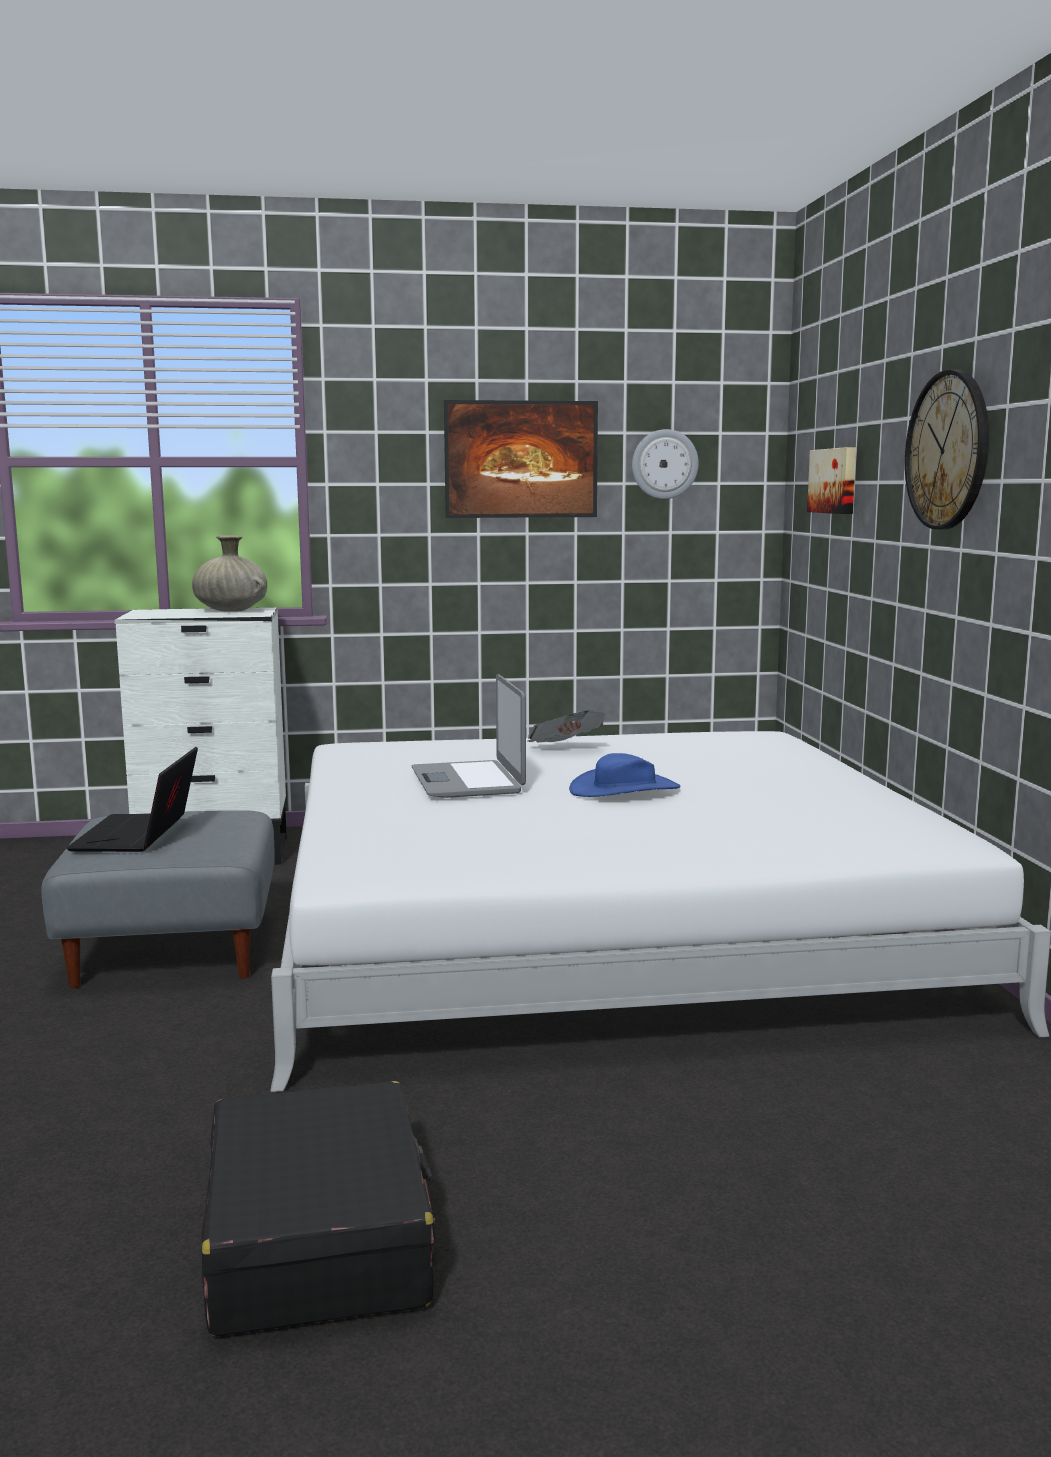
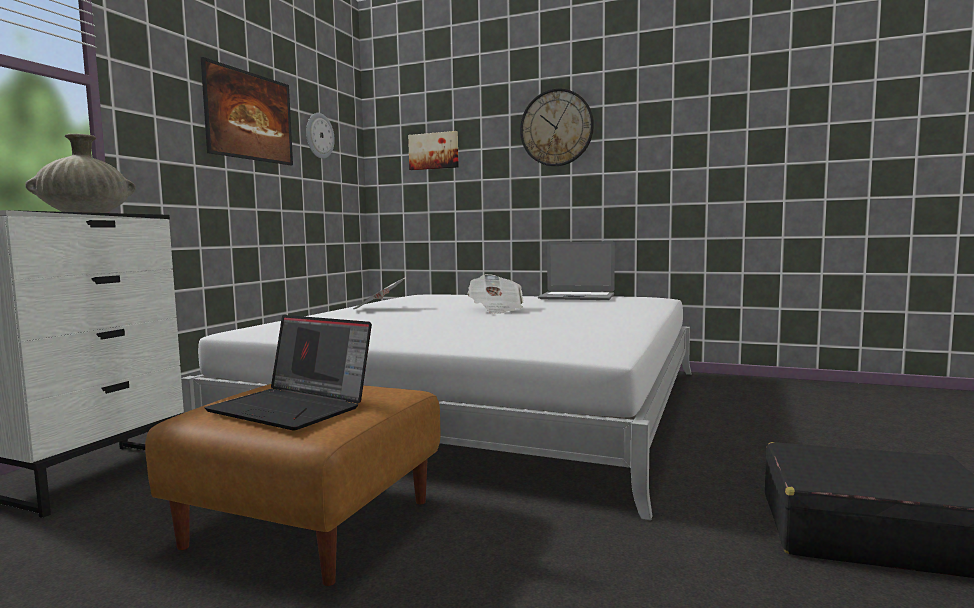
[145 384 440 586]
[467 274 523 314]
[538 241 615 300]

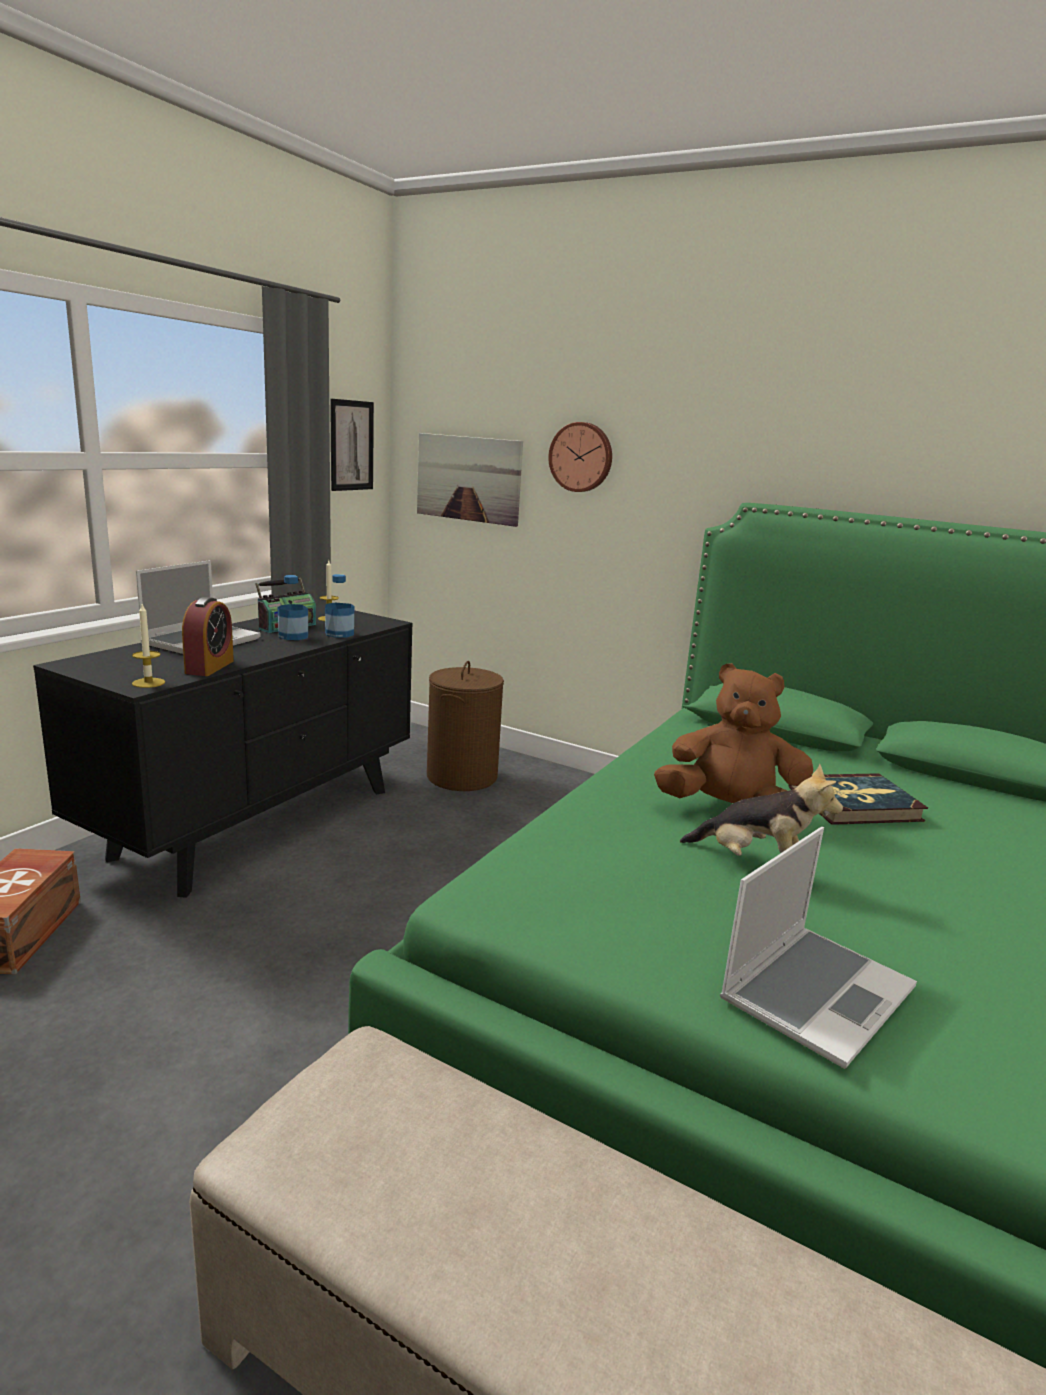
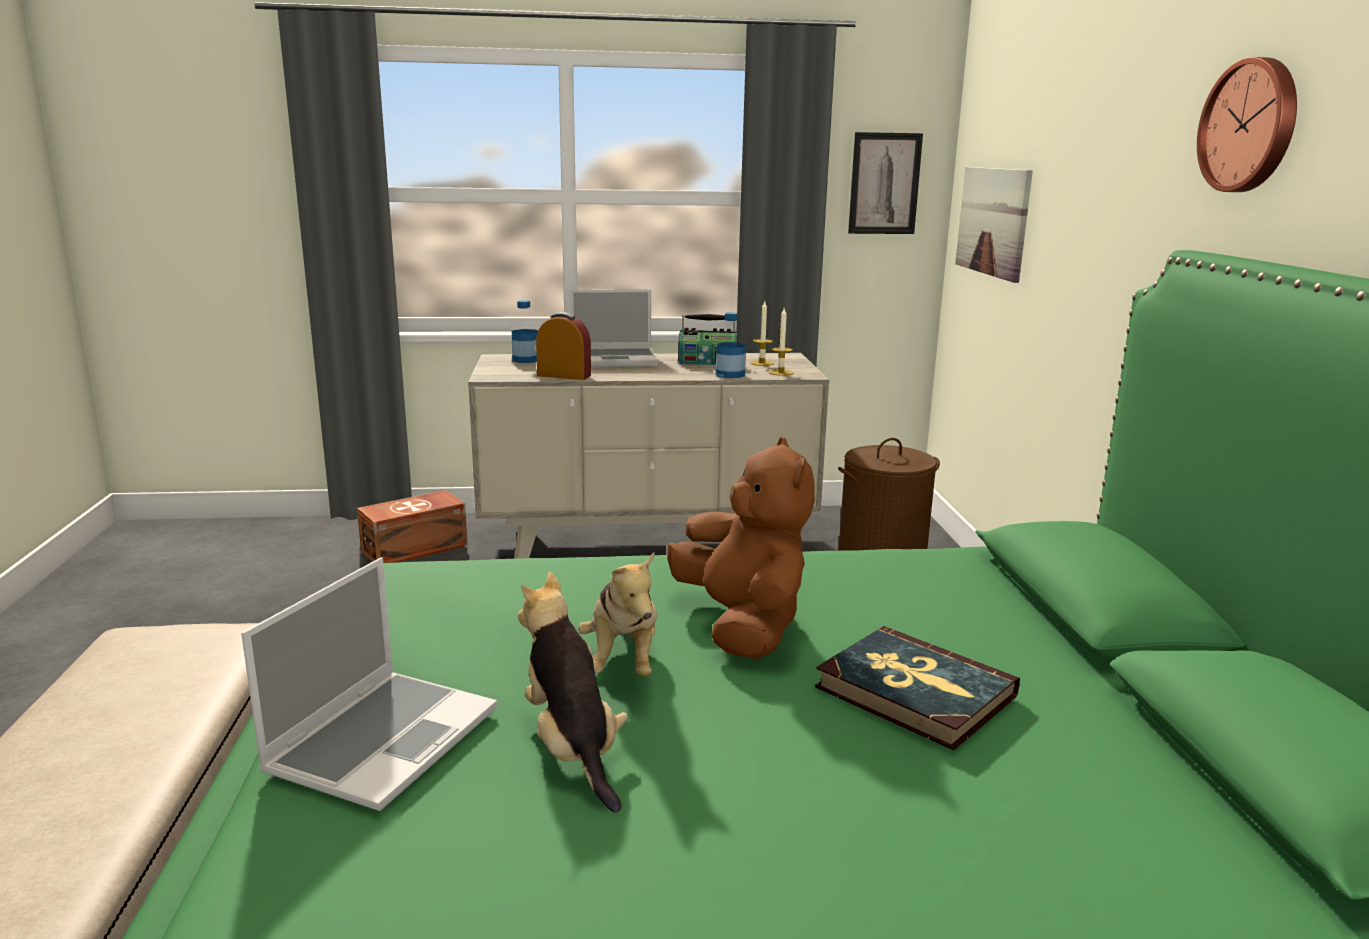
[241 557 497 811]
[468 353 830 559]
[512 300 538 363]
[518 572 628 813]
[536 312 591 380]
[769 308 793 376]
[1197 57 1297 192]

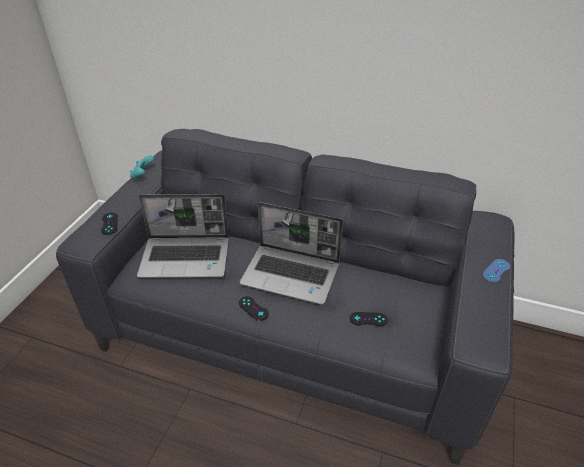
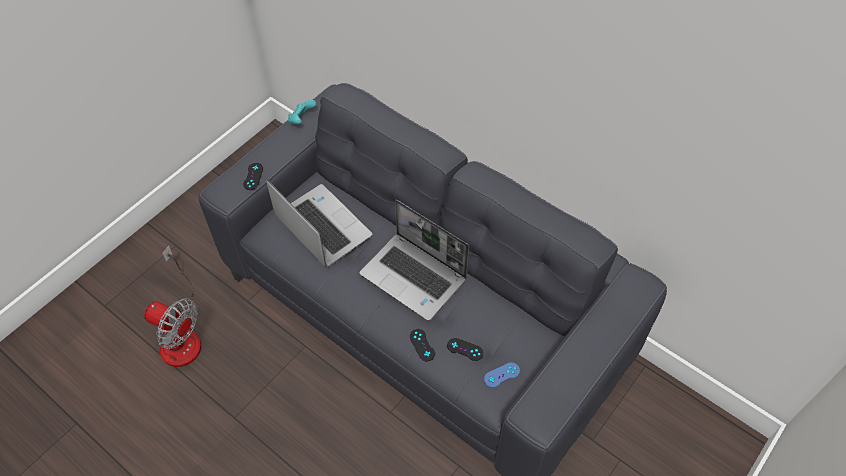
[144 246 201 367]
[266 179 372 268]
[410 329 435 361]
[484 362 520 388]

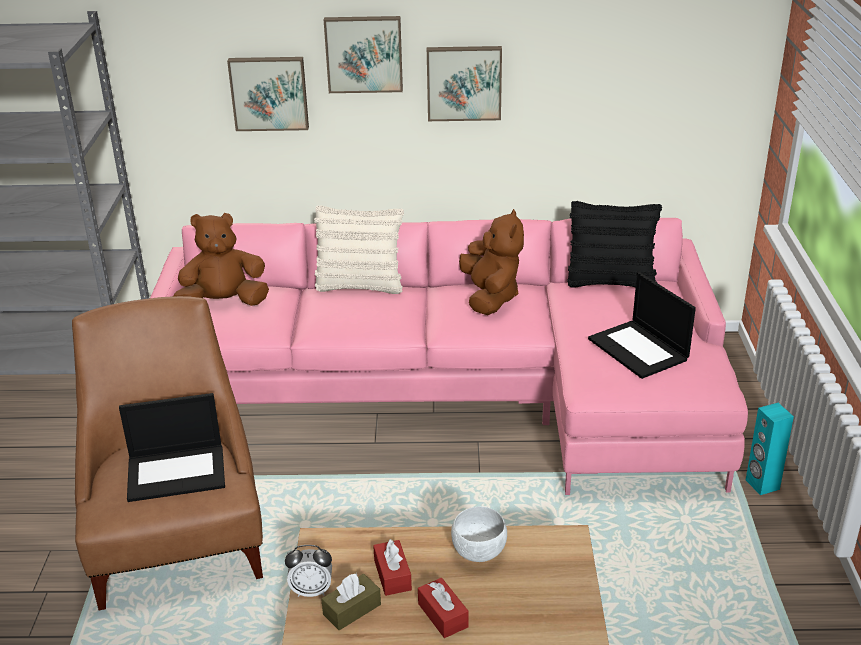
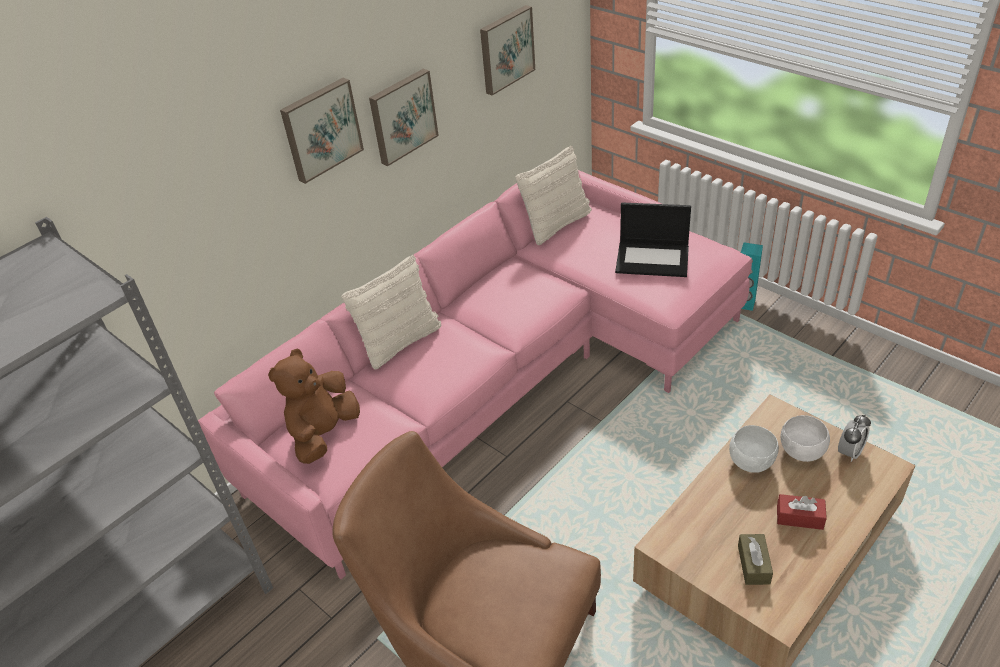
[480 5 535 96]
[515 146 592 245]
[780 415 830 462]
[838 414 871 462]
[119 393 225 502] (first image)
[373 539 412 596] (first image)
[459 209 524 315] (first image)

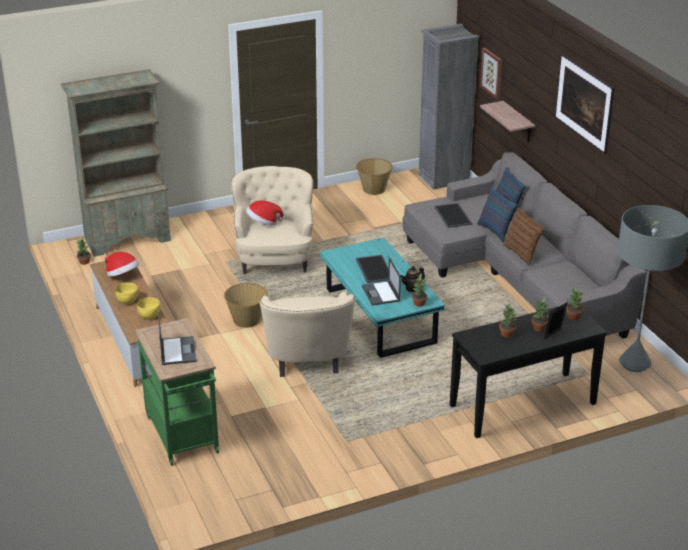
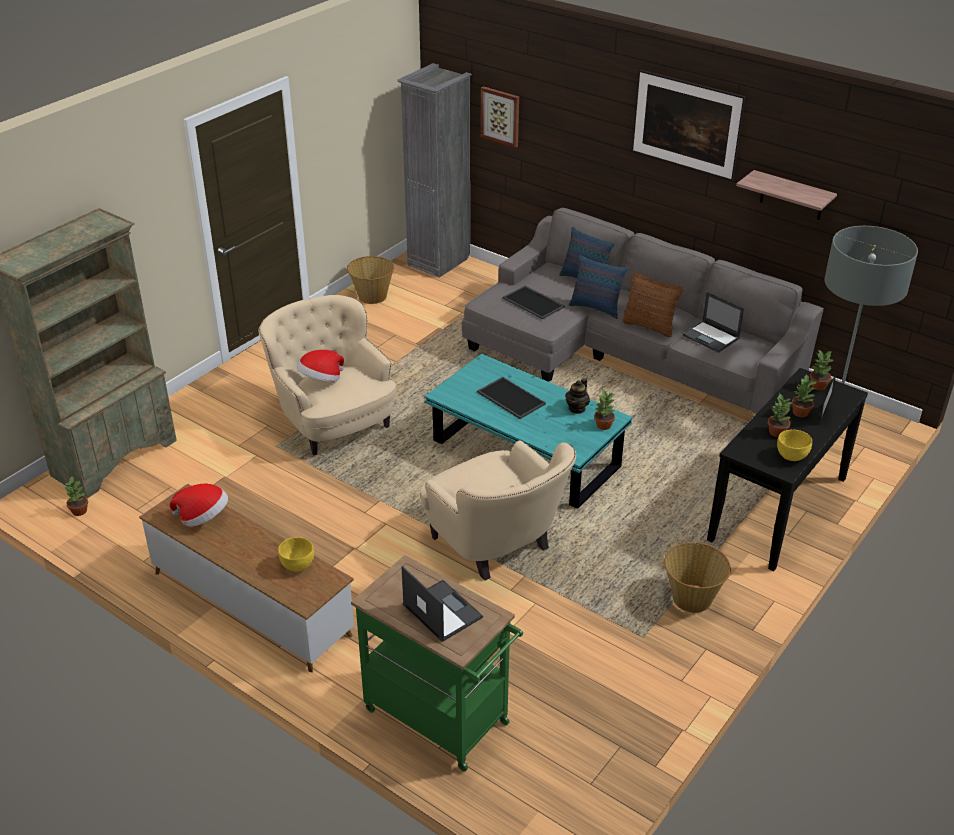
[664 542 731 613]
[682 292 744 353]
[736 170 837 220]
[777 430 812 461]

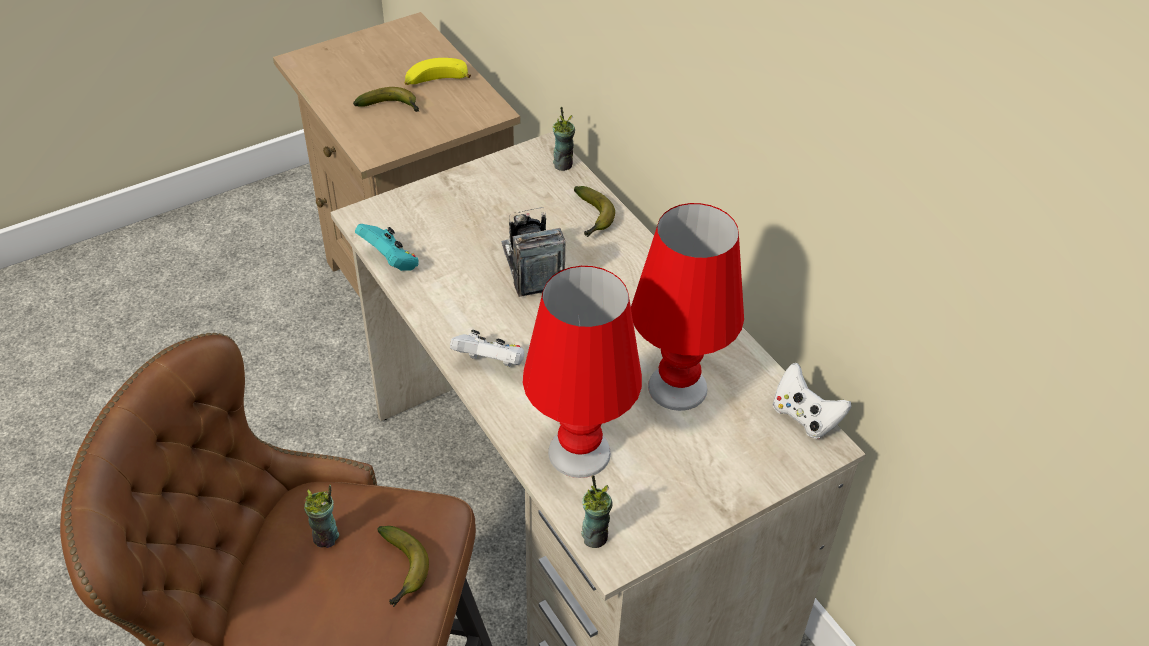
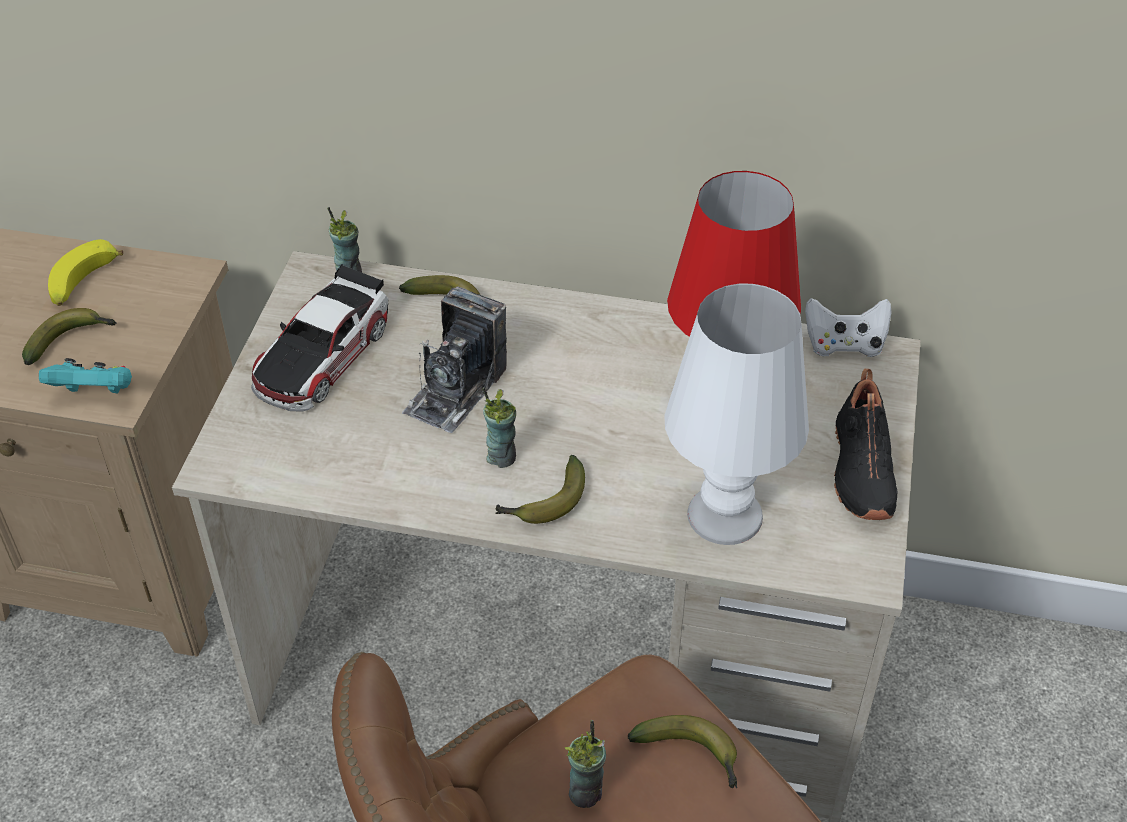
[39 358 132 393]
[251 265 389 412]
[402 286 507 433]
[482 387 516 468]
[495 455 585 524]
[664 284 809 545]
[834 369 898 520]

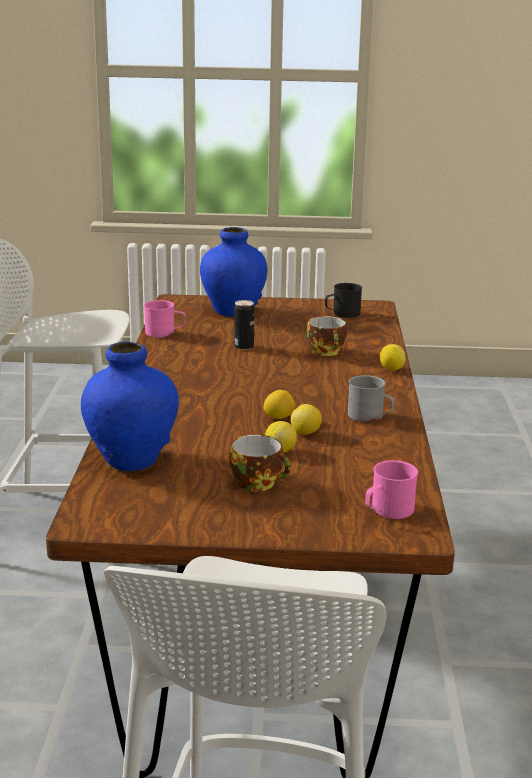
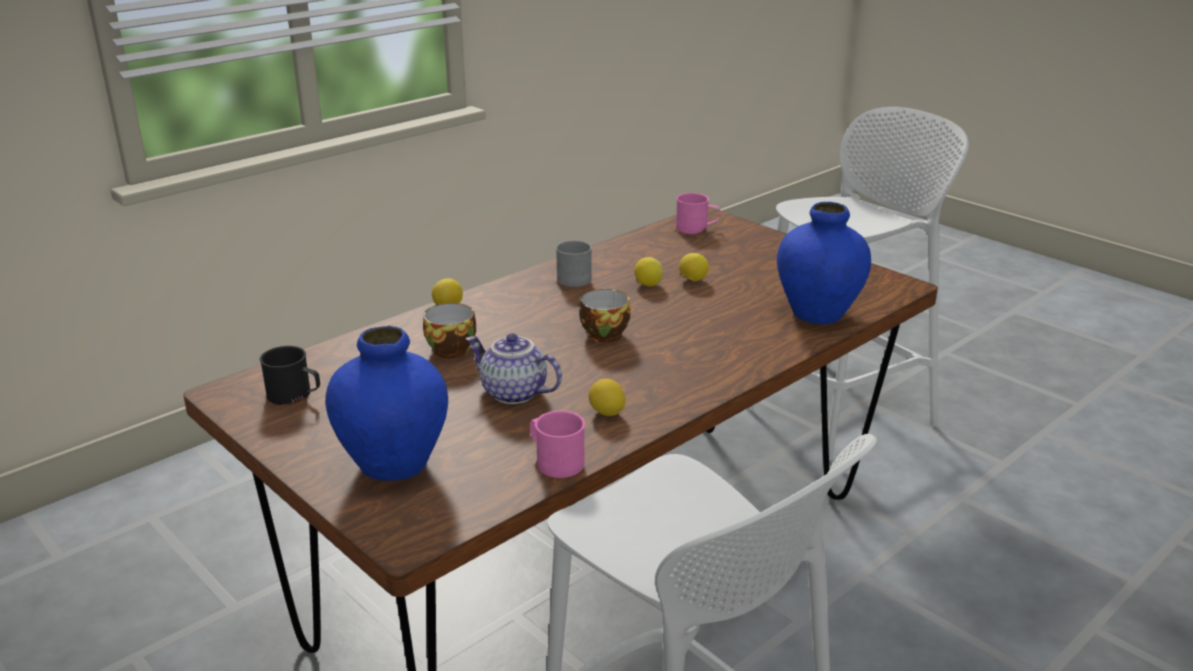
[466 333 562 404]
[579 289 631 343]
[589 378 625 416]

